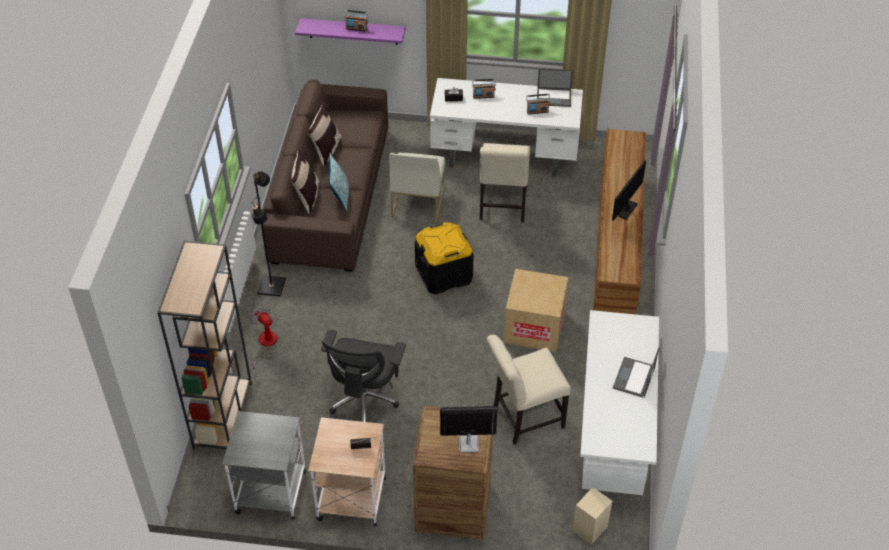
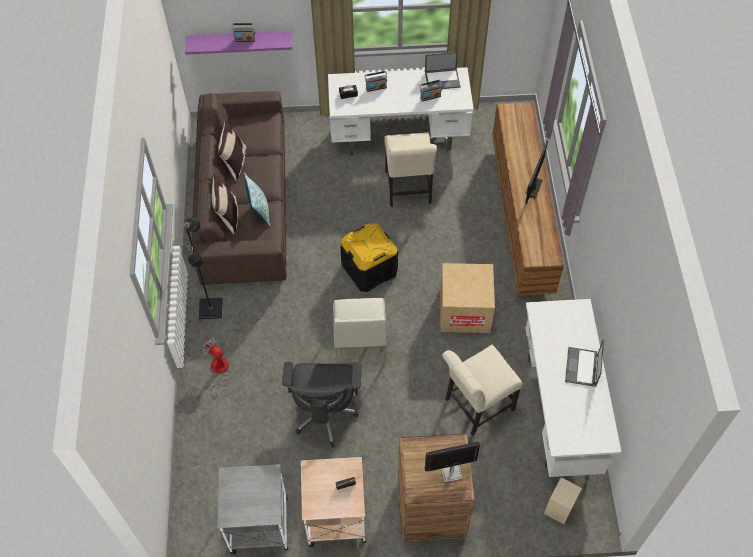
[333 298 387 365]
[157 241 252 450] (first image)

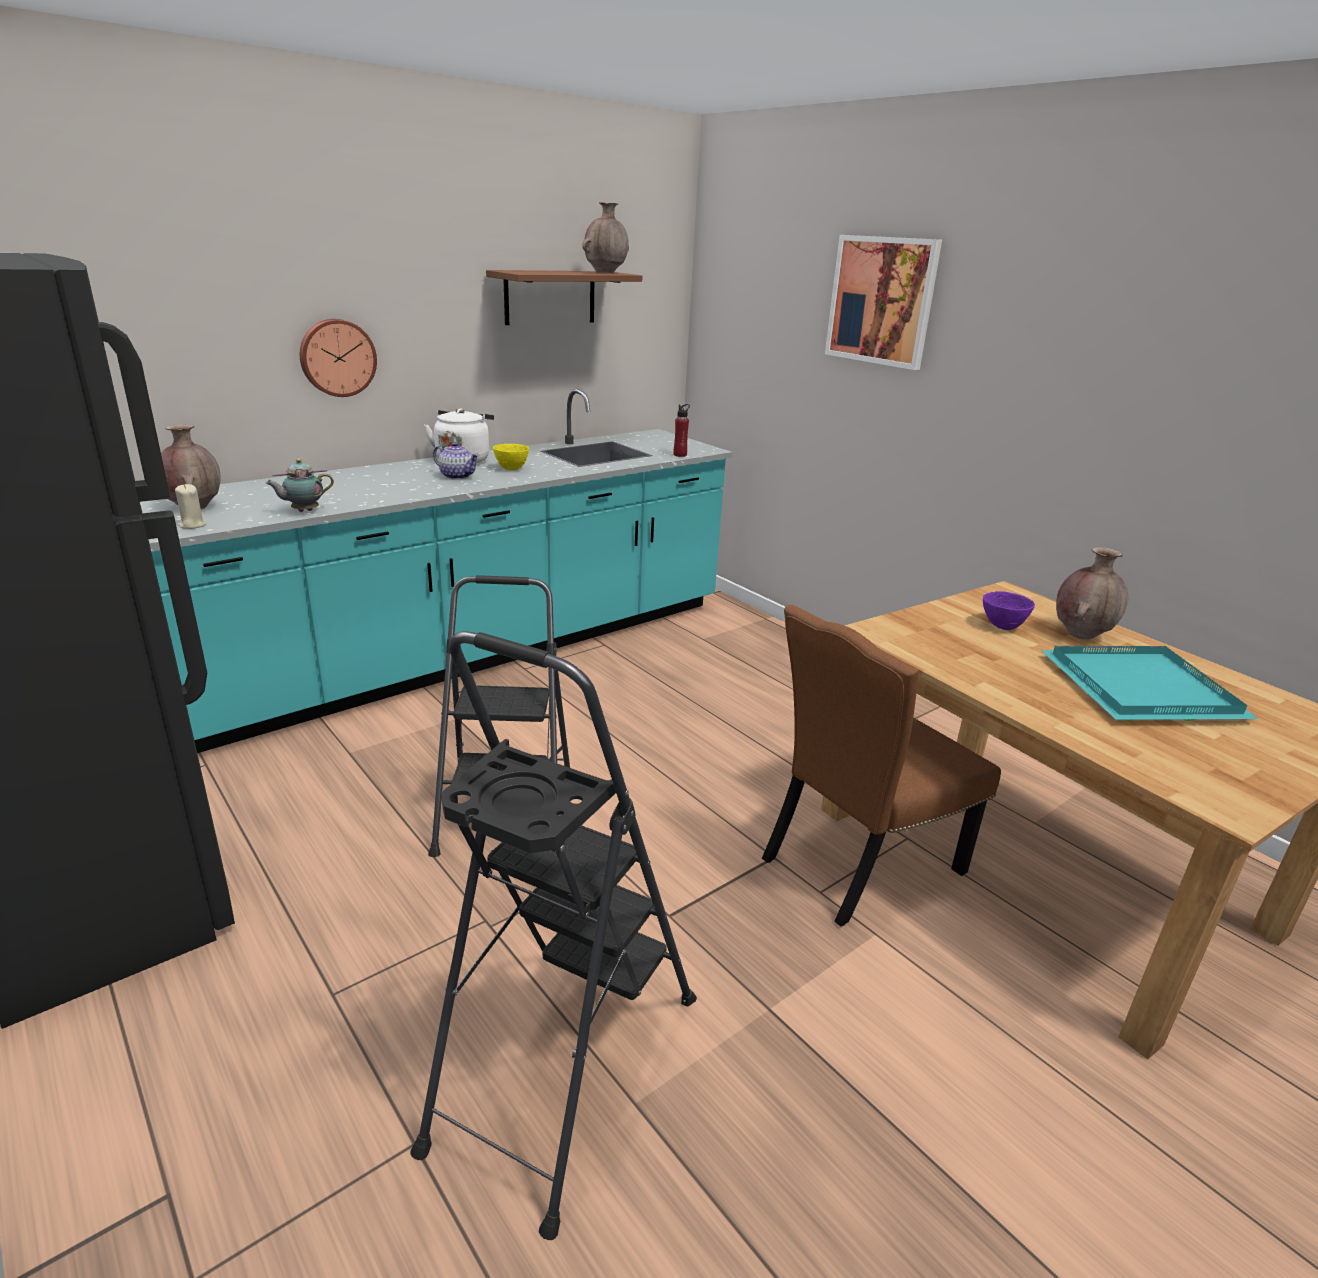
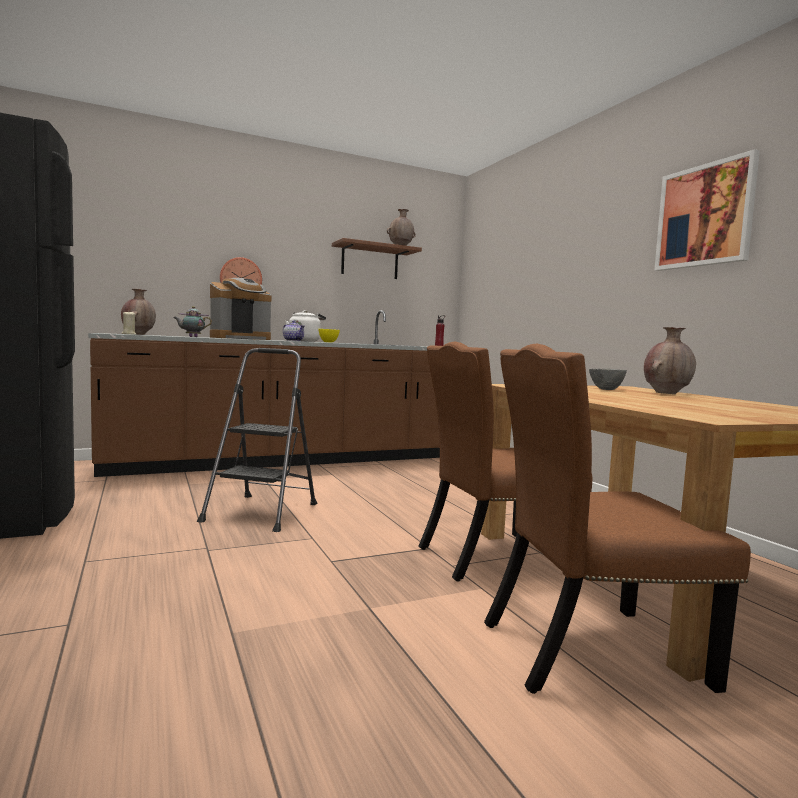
[88 310 440 477]
[210 278 272 340]
[484 344 751 694]
[589 368 627 390]
[654 149 760 271]
[410 631 697 1240] (first image)
[1041 646 1258 721] (first image)

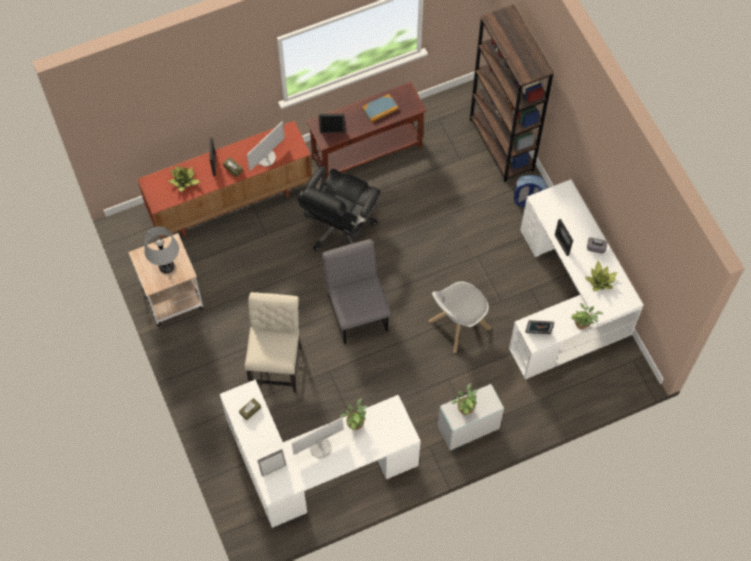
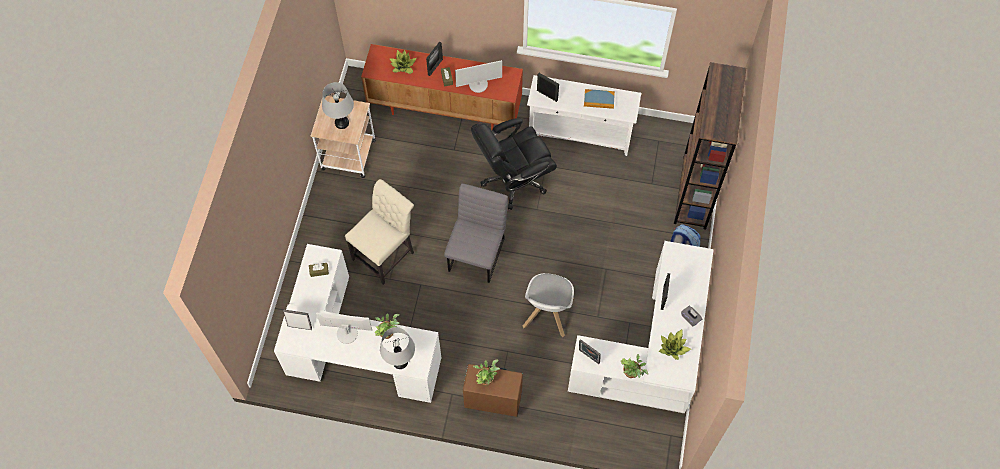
[380 327 415 369]
[463 364 523 417]
[523 273 574 337]
[527 75 641 156]

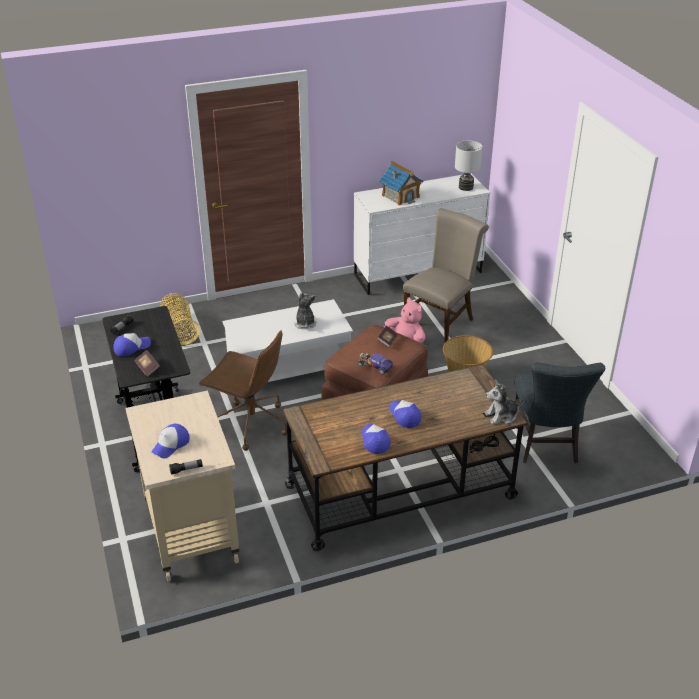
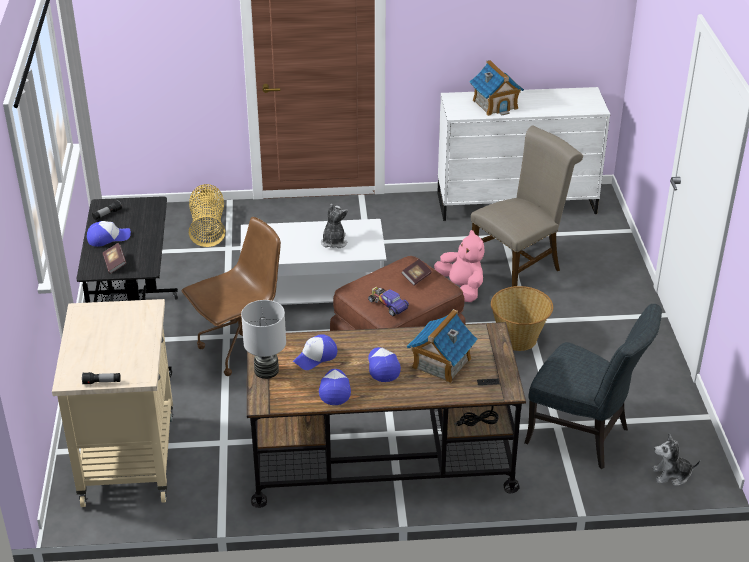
[182 217 281 376]
[241 300 286 379]
[293 334 337 370]
[407 309 478 384]
[524 304 662 469]
[653 433 700 486]

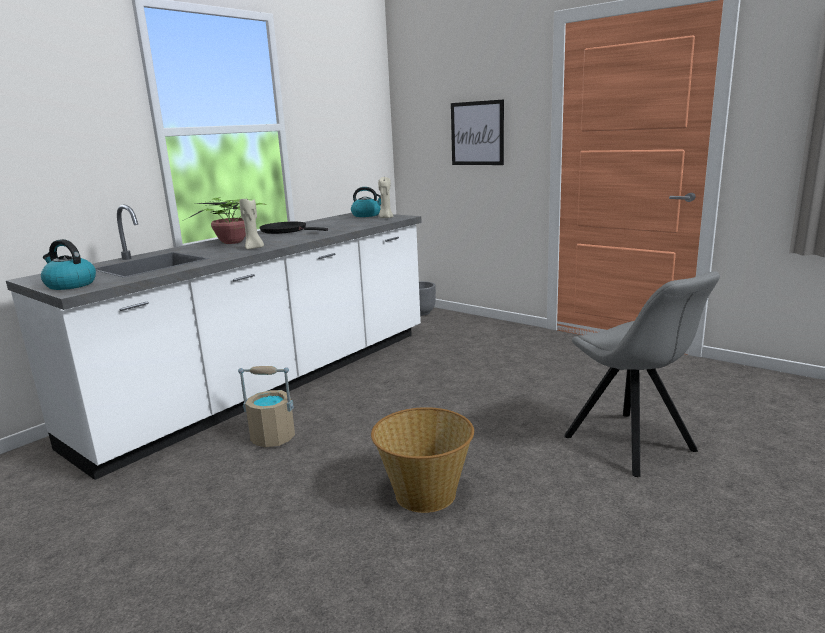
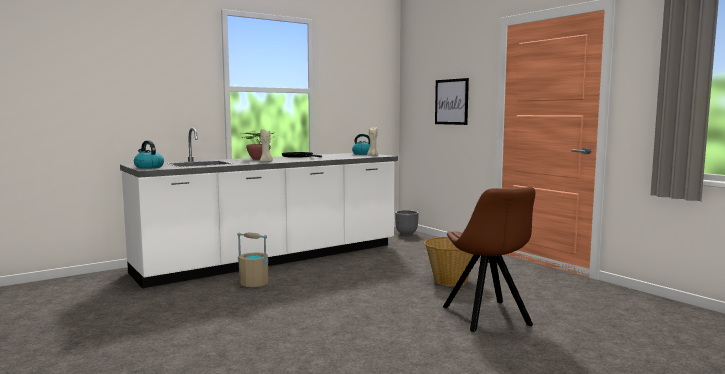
[424 237 474 286]
[443 187 536 332]

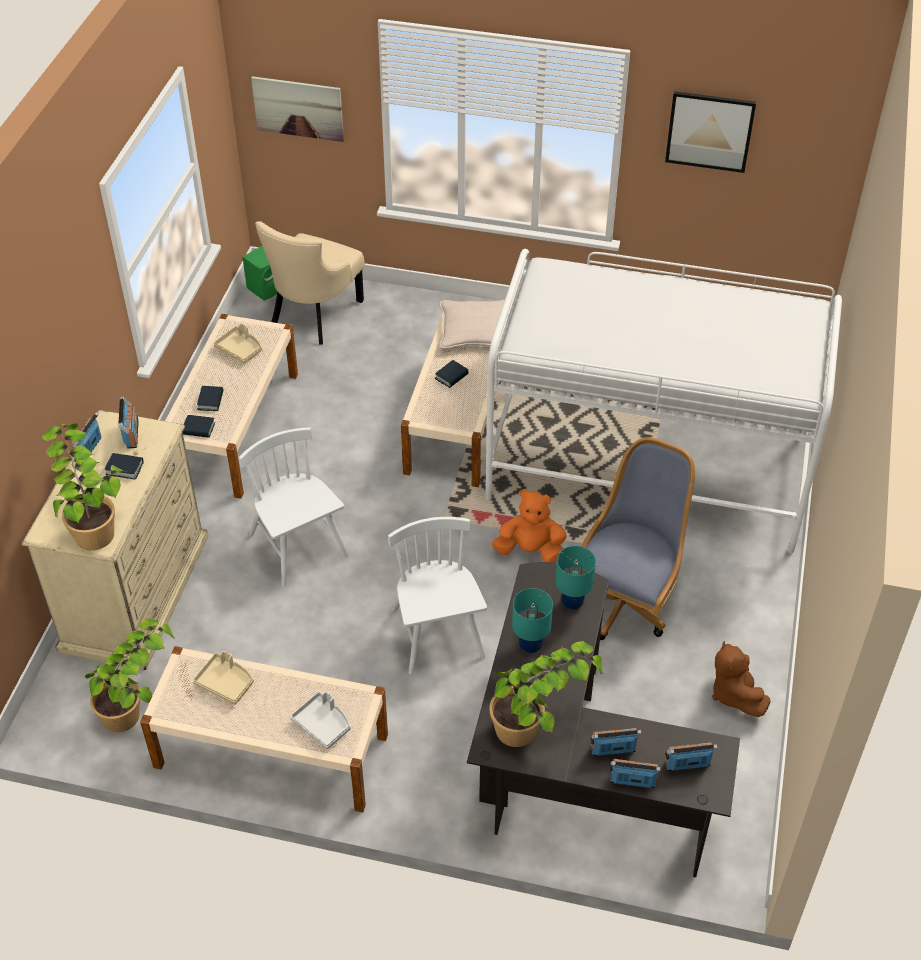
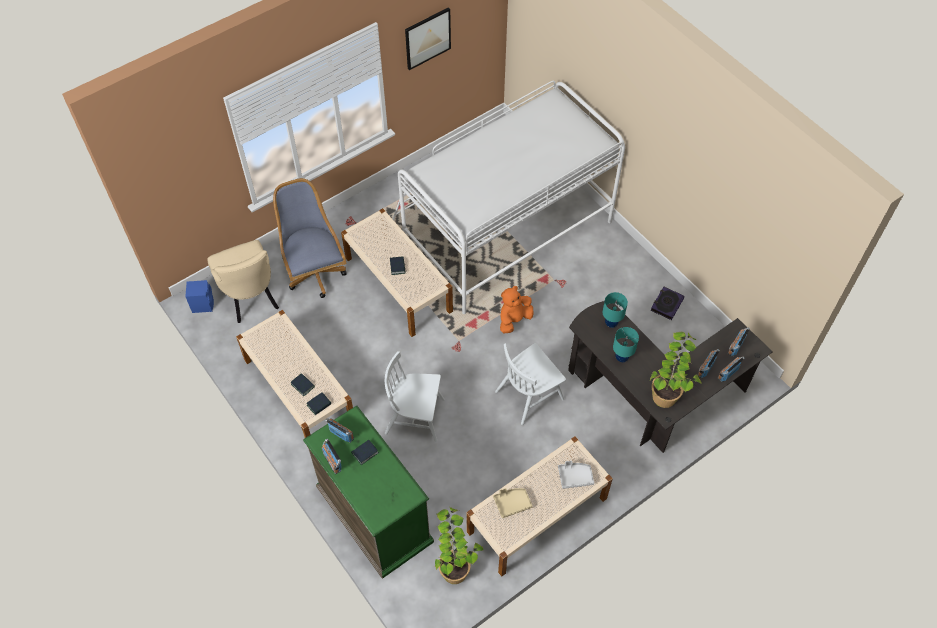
[185 280 214 313]
[273 178 347 298]
[303 406 434 578]
[495 343 566 425]
[650 287 685 320]
[41 423 127 550] (first image)
[214 323 262 364] (first image)
[251 76 344 142] (first image)
[440 300 505 348] (first image)

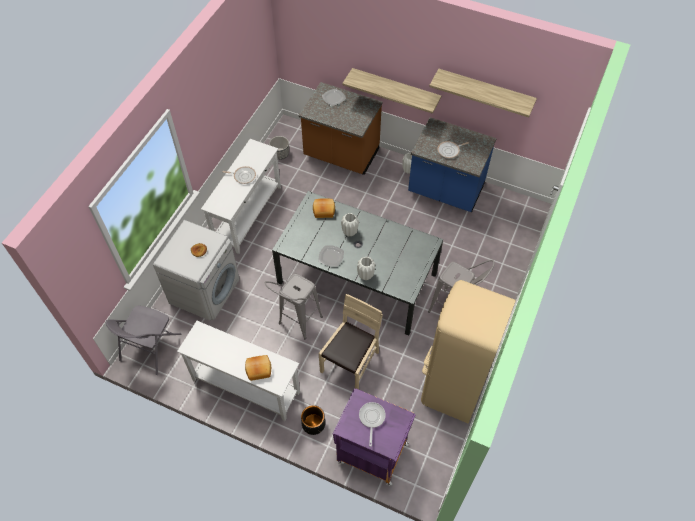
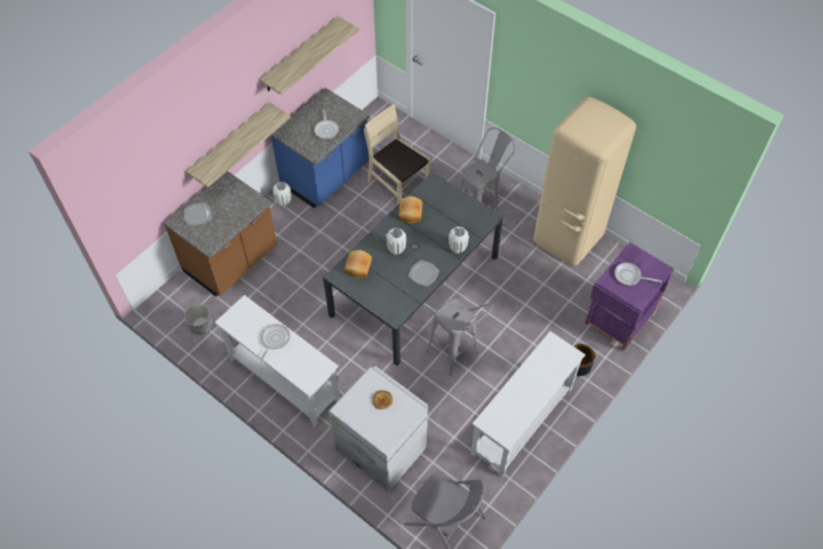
[364 104 431 205]
[399 196 423 223]

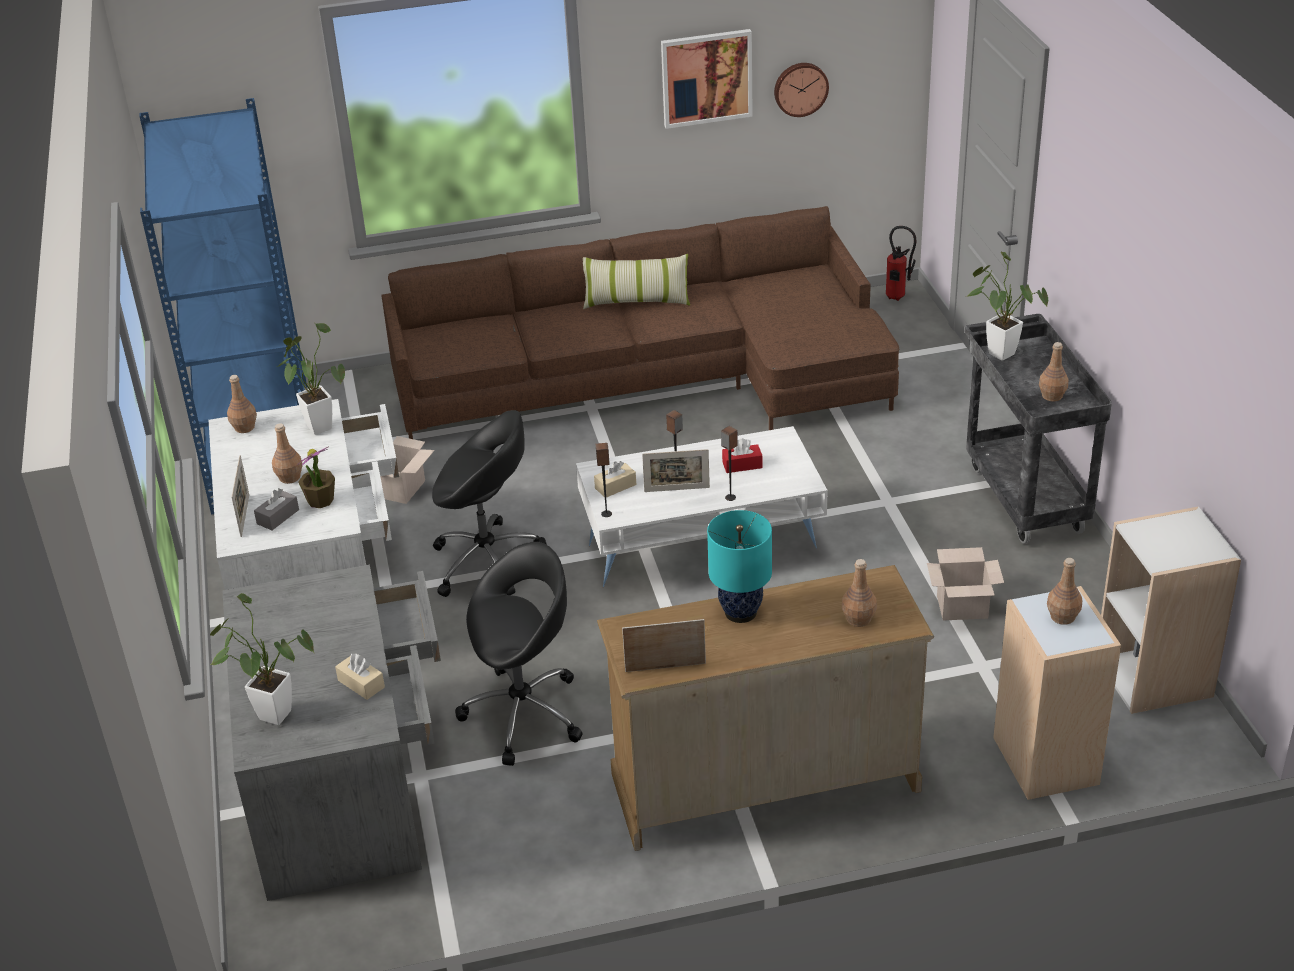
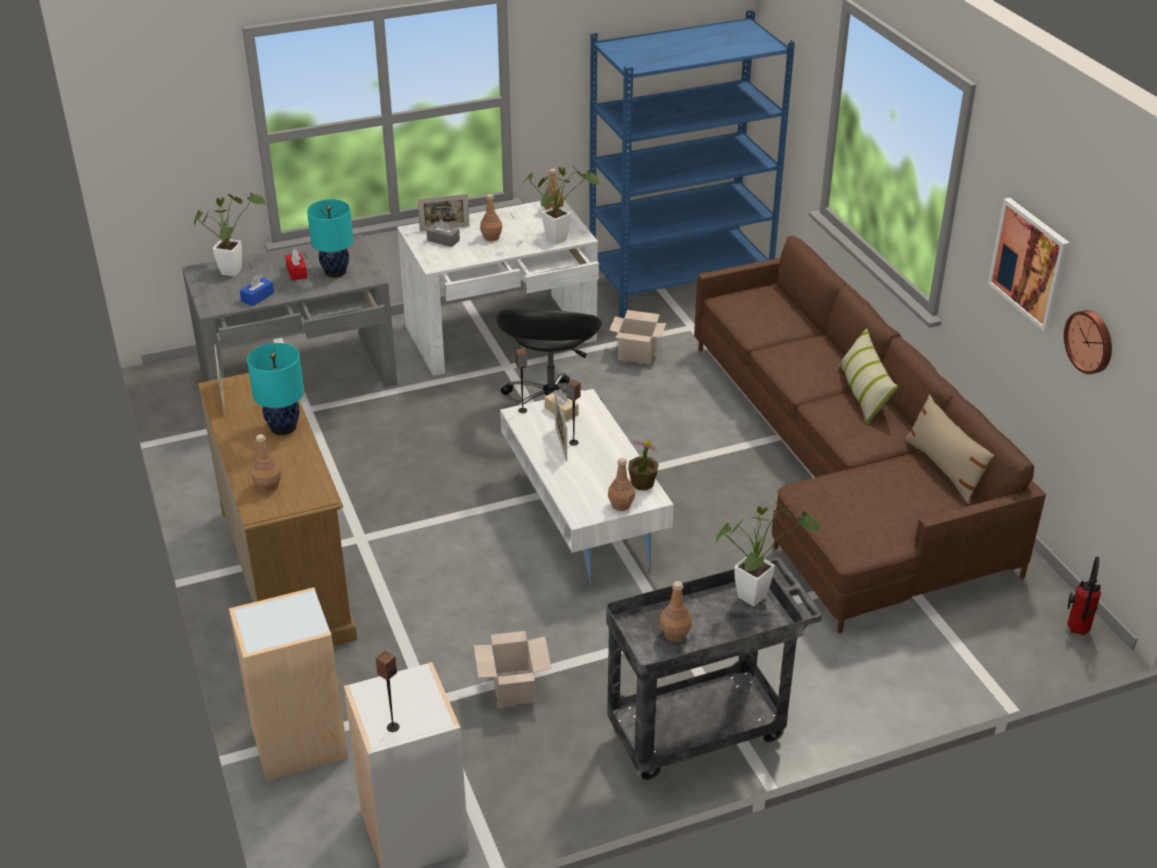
[240 274 274 306]
[285 249 308 281]
[307 199 353 278]
[376 651 400 732]
[608 458 635 511]
[628 440 659 490]
[905 395 994 504]
[455 542 583 766] (first image)

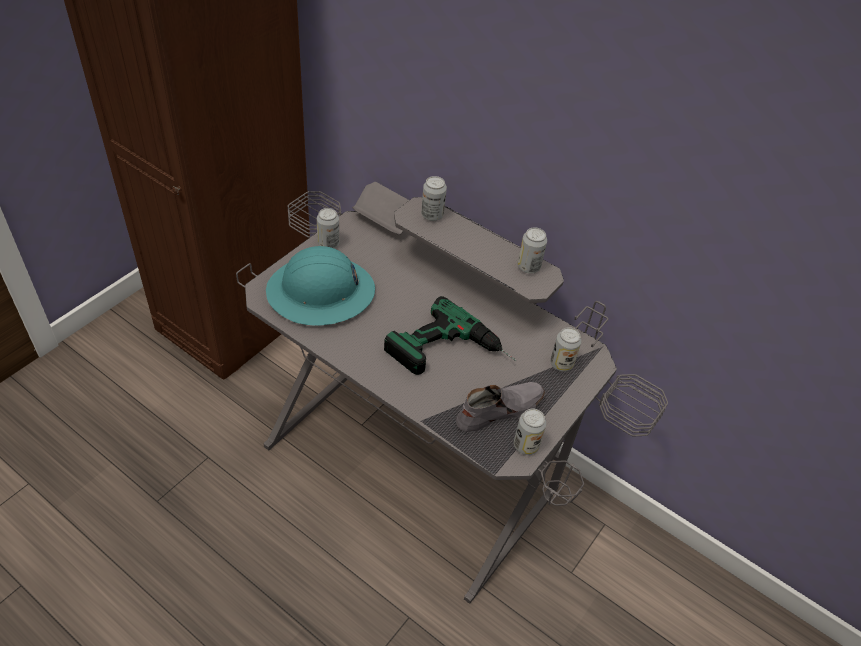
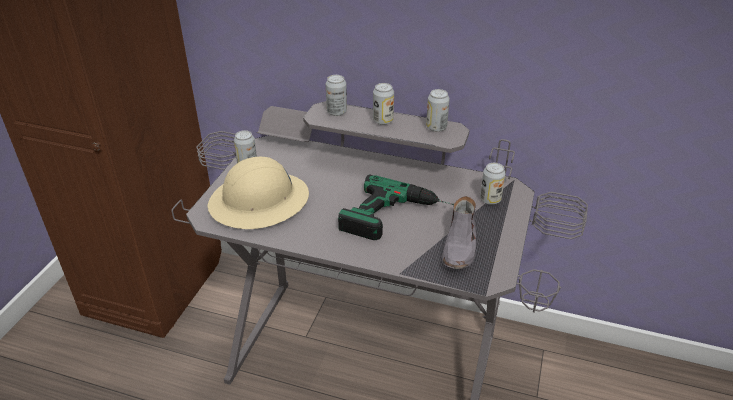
[208 157 309 229]
[373 83 394 125]
[442 196 476 269]

